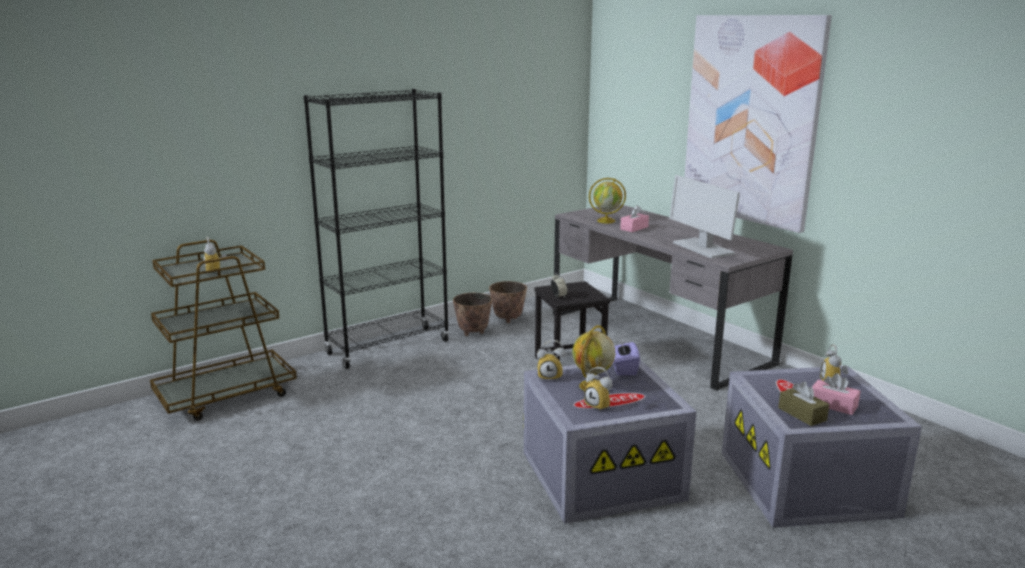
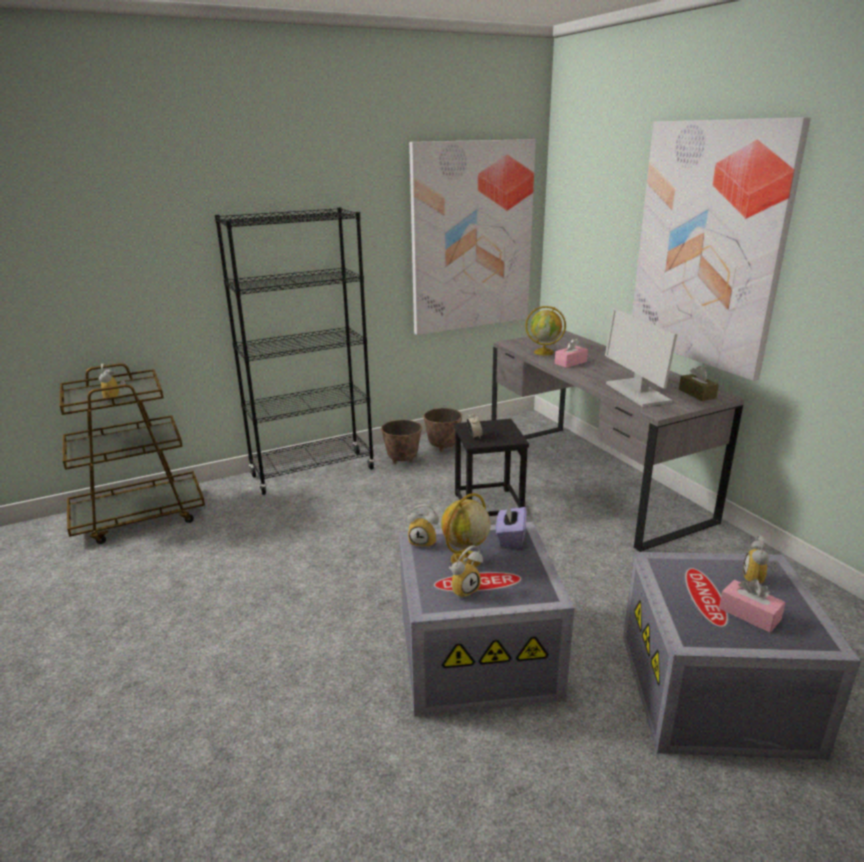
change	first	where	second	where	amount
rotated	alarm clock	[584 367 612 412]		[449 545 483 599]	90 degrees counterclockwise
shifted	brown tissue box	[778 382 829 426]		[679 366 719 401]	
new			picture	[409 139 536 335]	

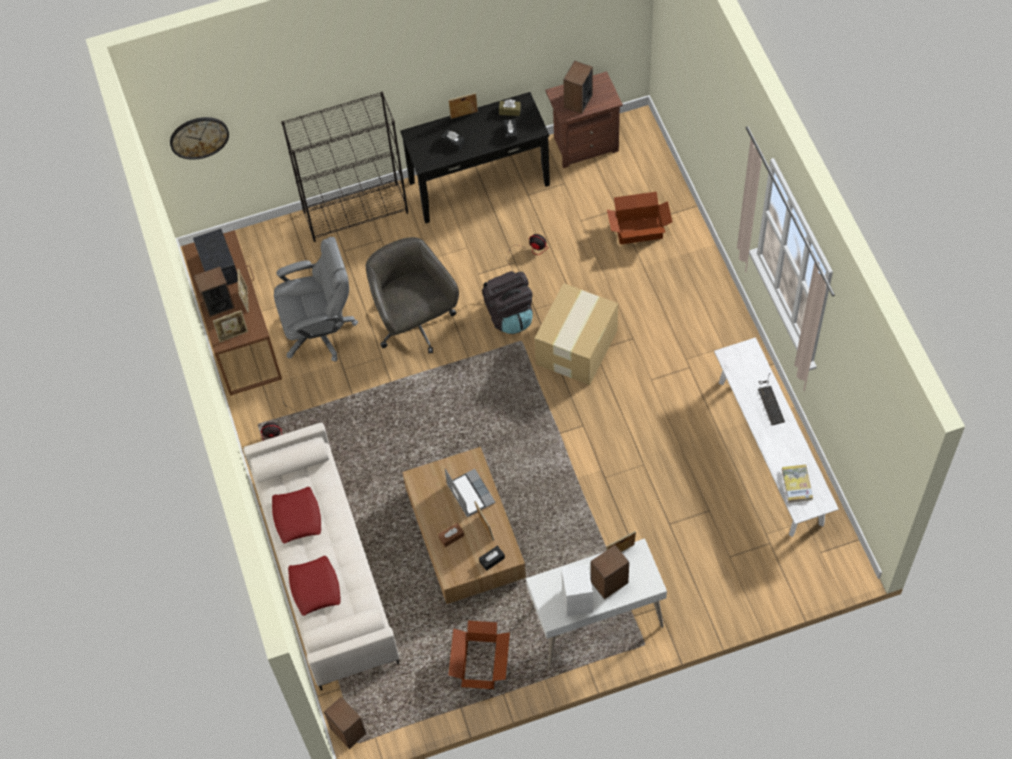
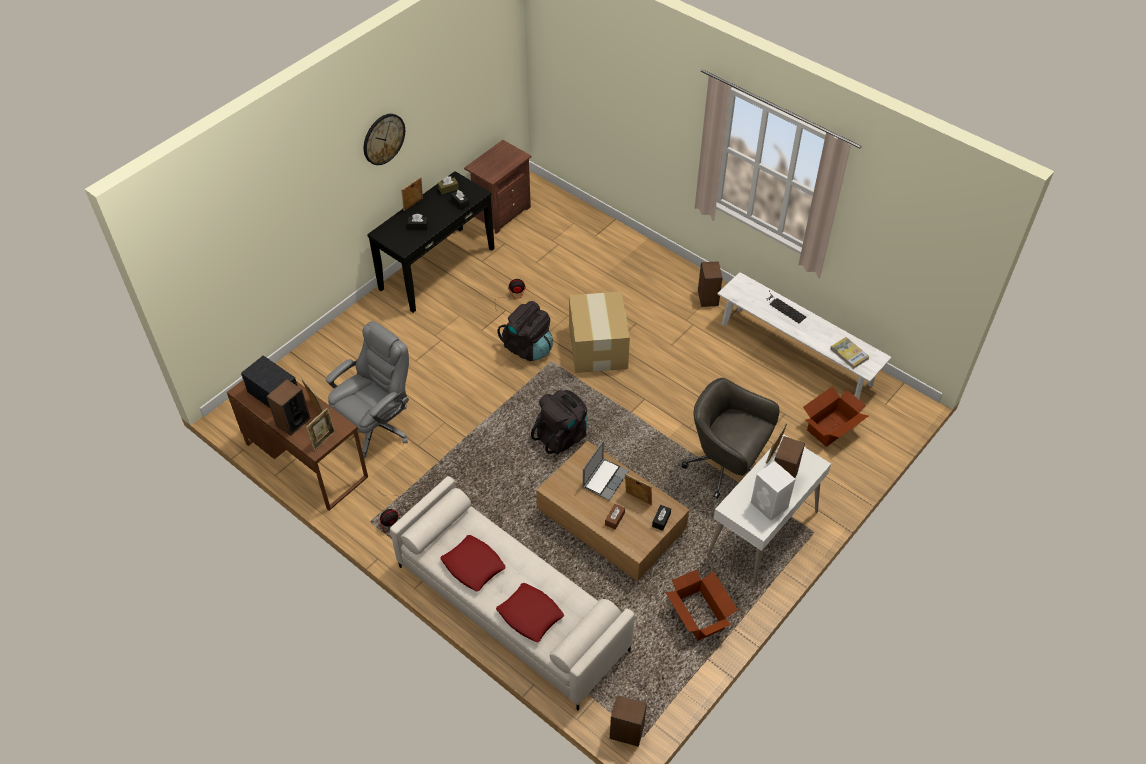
change	first	where	second	where	amount
shifted	wall clock	[170 117 229 160]		[364 114 405 165]	
gone	black bookcase	[281 92 408 242]			
shifted	grey office chair	[366 237 459 354]		[681 378 780 499]	
rotated	laptop	[445 469 496 517]		[582 440 629 500]	90 degrees clockwise
shifted	speaker	[563 60 593 114]		[698 261 723 307]	
shifted	cardboard box	[607 192 672 245]		[803 386 868 447]	
new			black backpack	[531 390 588 455]	

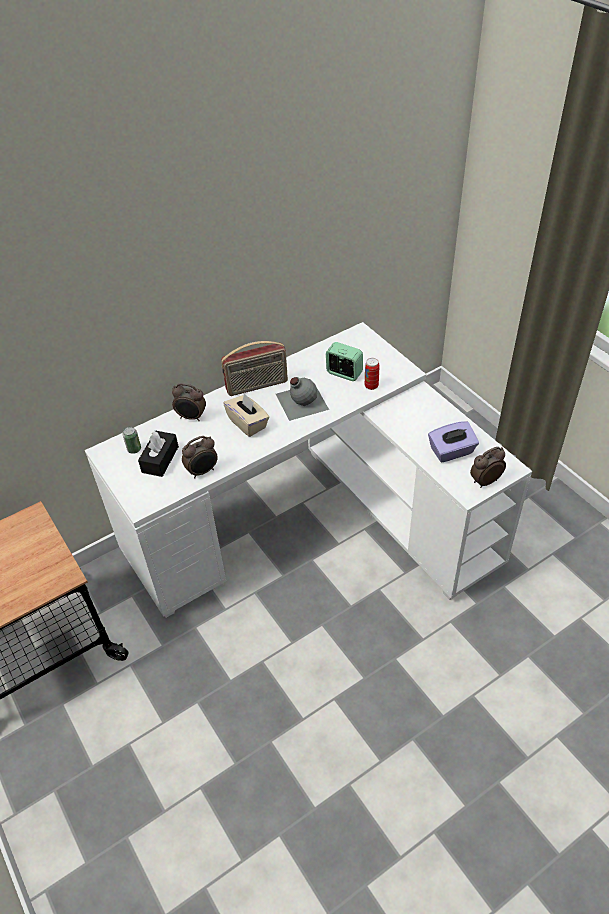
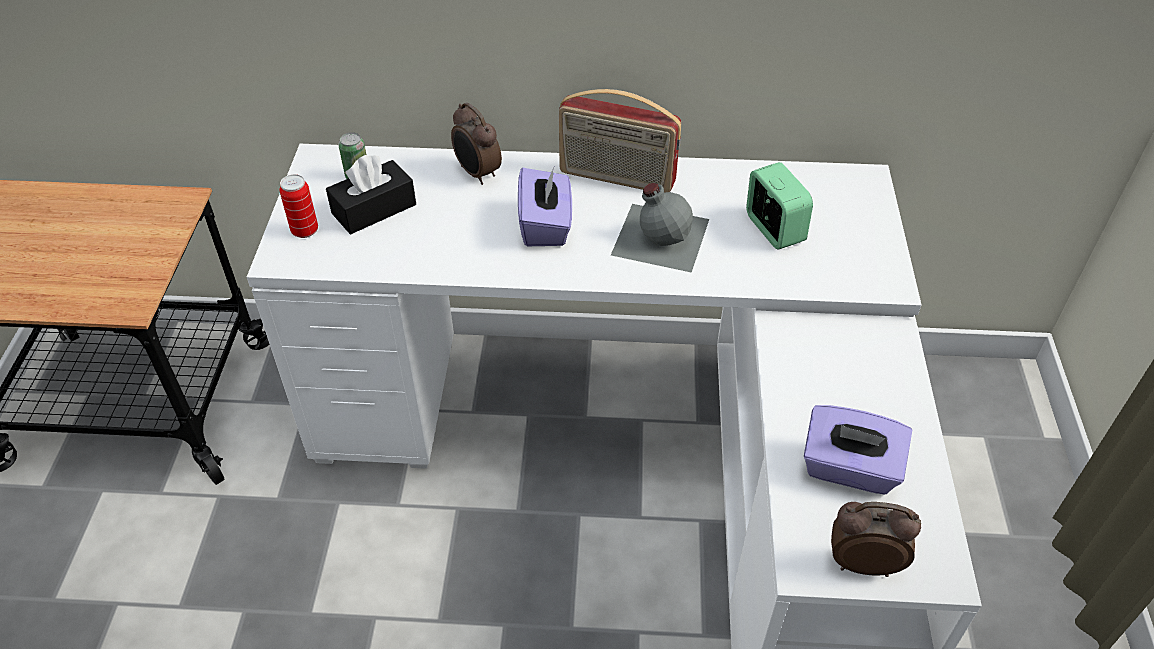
change	first	where	second	where	amount
gone	alarm clock	[182 436 218 479]			
repainted	beige tissue box	[223 393 269 437]	purple tissue box	[518 168 572 246]	
shifted	can	[365 358 380 390]		[279 174 318 238]	

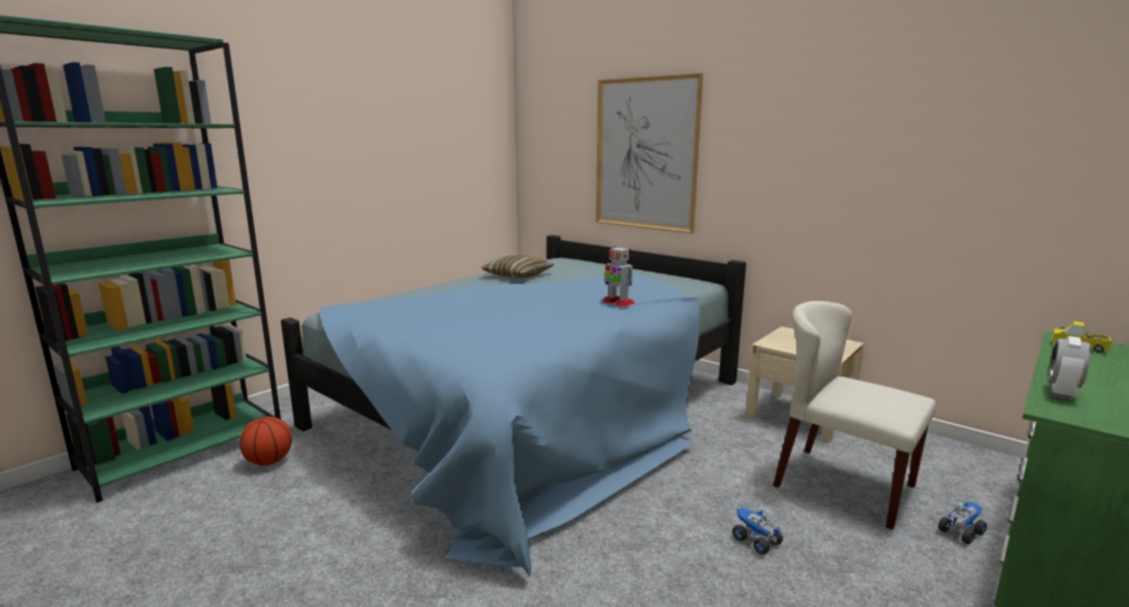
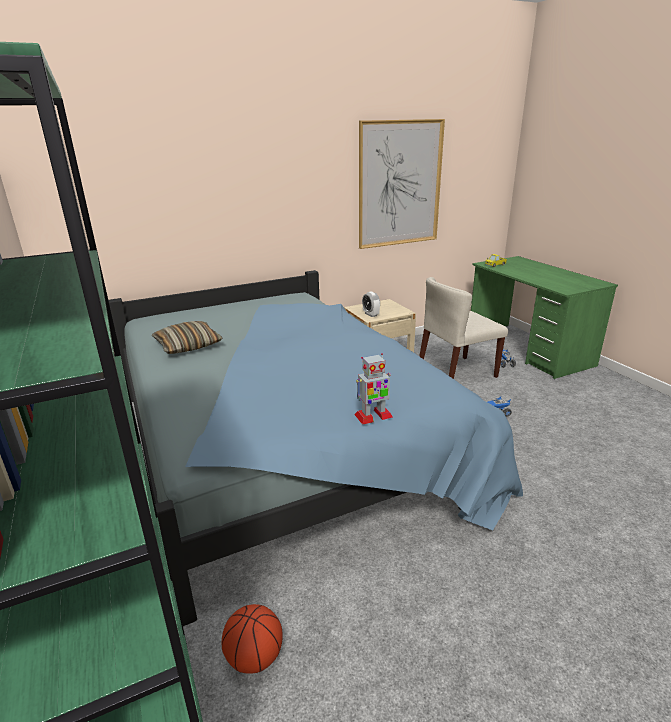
change	first	where	second	where	amount
shifted	picture	[596 73 703 233]		[359 119 445 249]	
shifted	toy robot	[602 246 635 307]		[354 353 393 425]	
shifted	alarm clock	[1049 336 1091 401]		[362 291 380 317]	

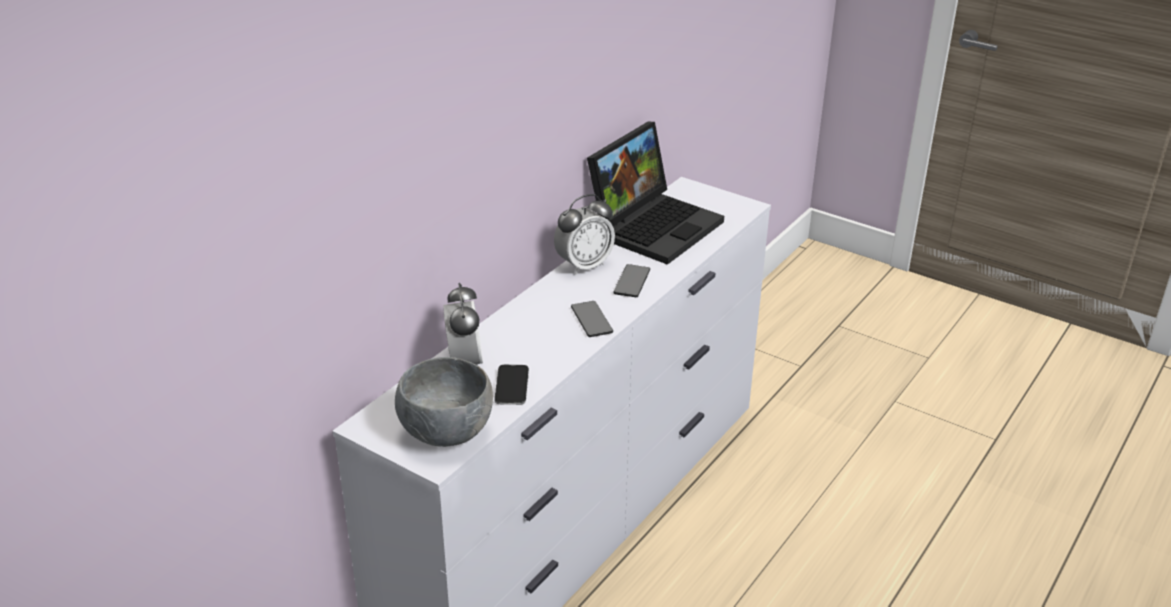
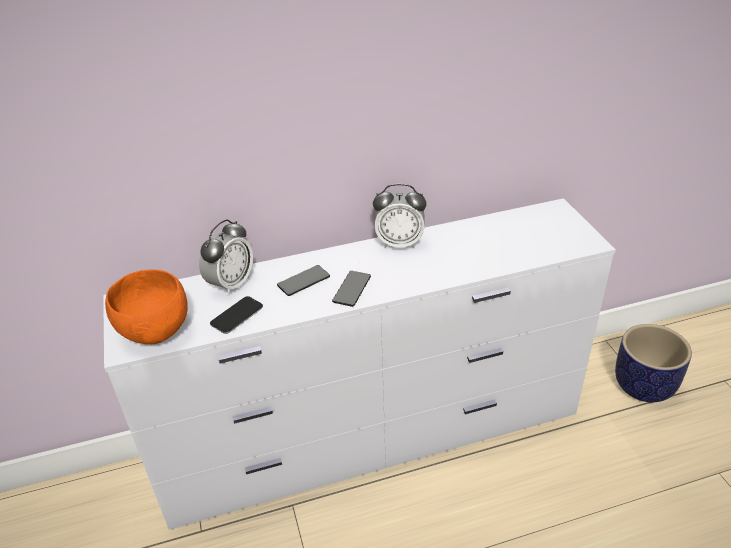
change	first	where	second	where	amount
repainted	grey bowl	[395 357 493 447]	orange bowl	[105 270 188 344]	
gone	laptop	[587 122 724 265]			
shifted	phone	[613 264 650 297]		[277 265 330 296]	
new			planter	[615 324 692 402]	

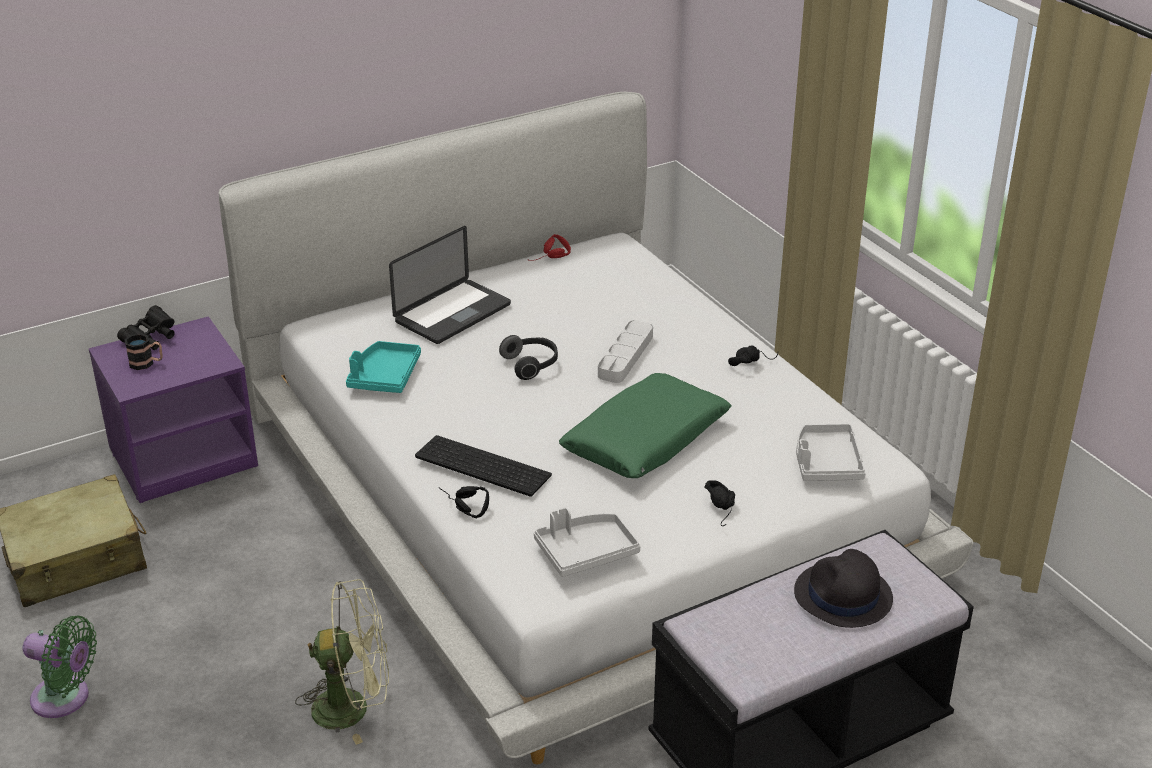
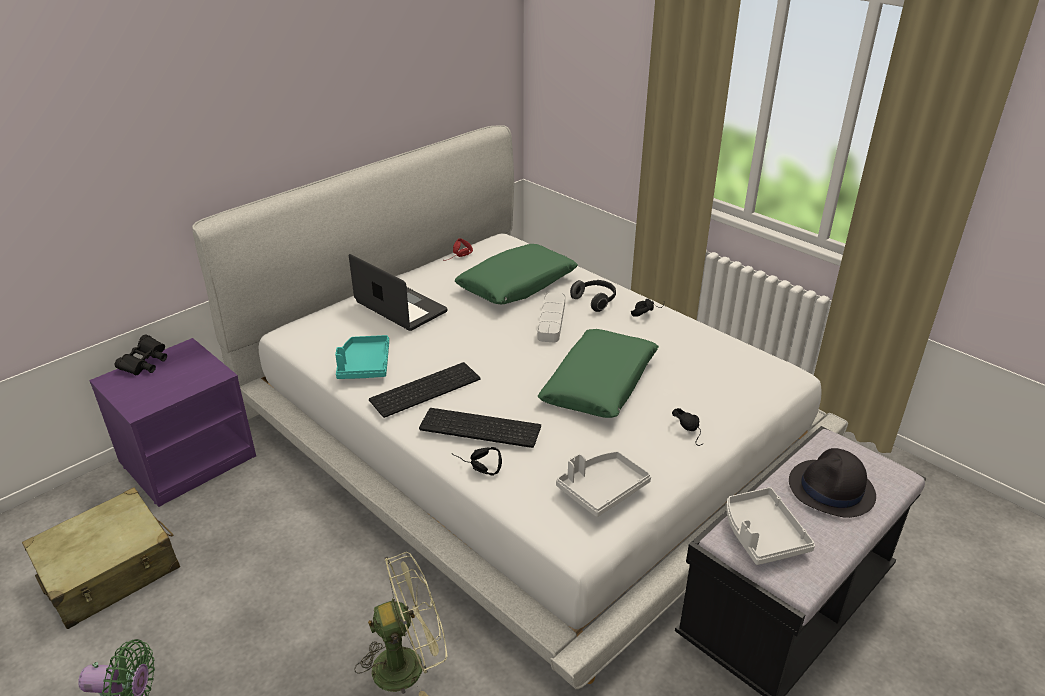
change	first	where	second	where	amount
gone	mug	[125 333 163 370]			
rotated	laptop	[389 226 511 344]		[349 254 447 331]	75 degrees counterclockwise
shifted	headphones	[499 335 558 380]		[570 280 616 312]	
shifted	grey tray	[796 424 866 481]		[726 487 815 565]	
new			keyboard	[369 362 480 418]	
new			green pillow	[455 244 578 304]	

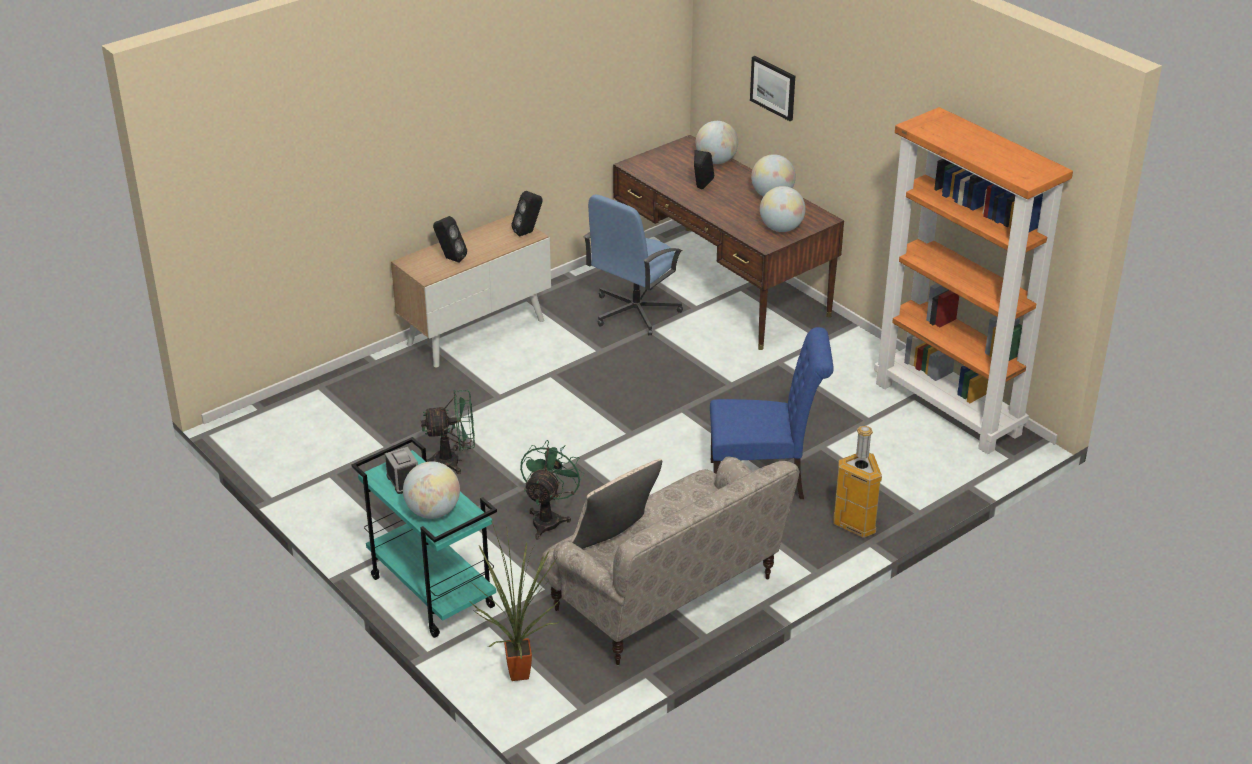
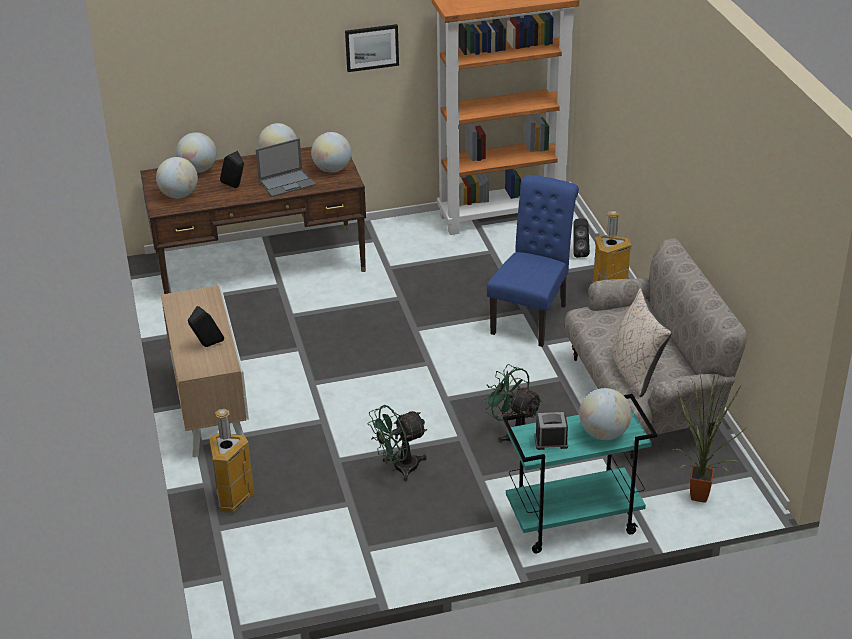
change	first	where	second	where	amount
rotated	green fan	[421 390 475 474]		[368 405 427 481]	135 degrees counterclockwise
shifted	black speaker	[511 191 542 237]		[573 218 590 258]	
gone	blue office chair	[584 194 683 335]			
shifted	picture	[750 56 795 121]		[345 24 399 72]	
new			globe	[156 157 198 198]	
new			trash can	[209 409 254 513]	
new			laptop	[256 138 316 197]	

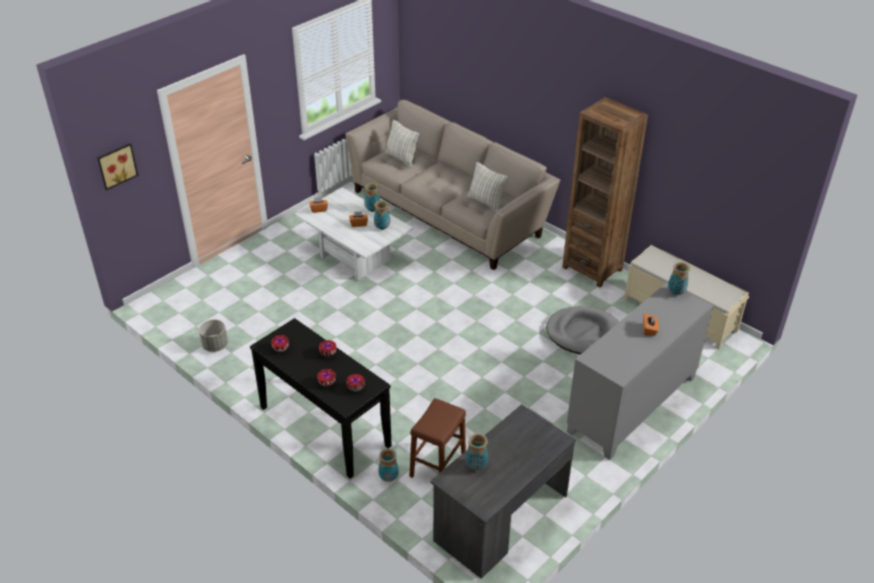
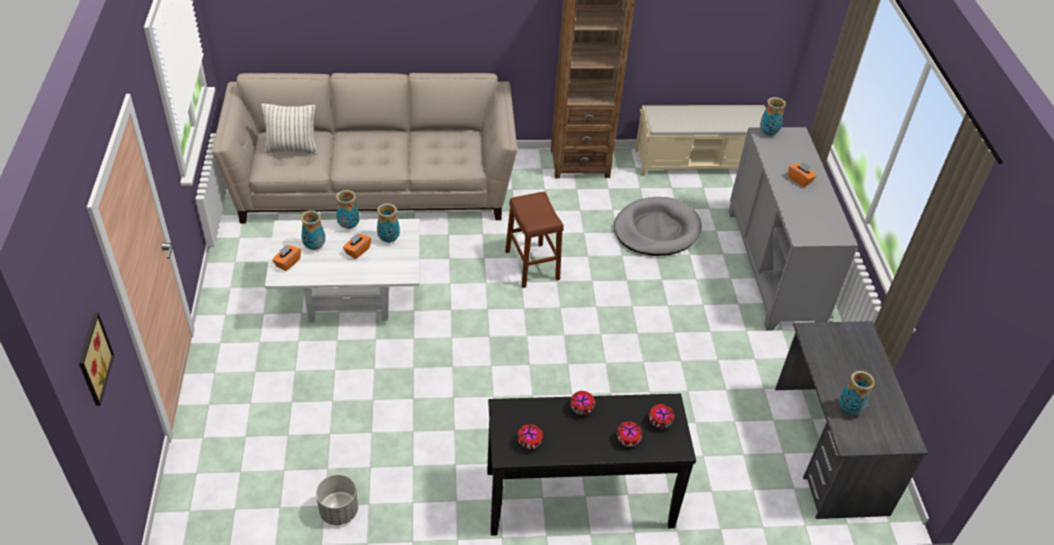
change	first	where	second	where	amount
shifted	vase	[378 449 399 482]		[301 210 325 250]	
shifted	brown stool	[409 398 466 478]		[505 192 564 288]	
gone	pillow	[467 162 508 212]			

